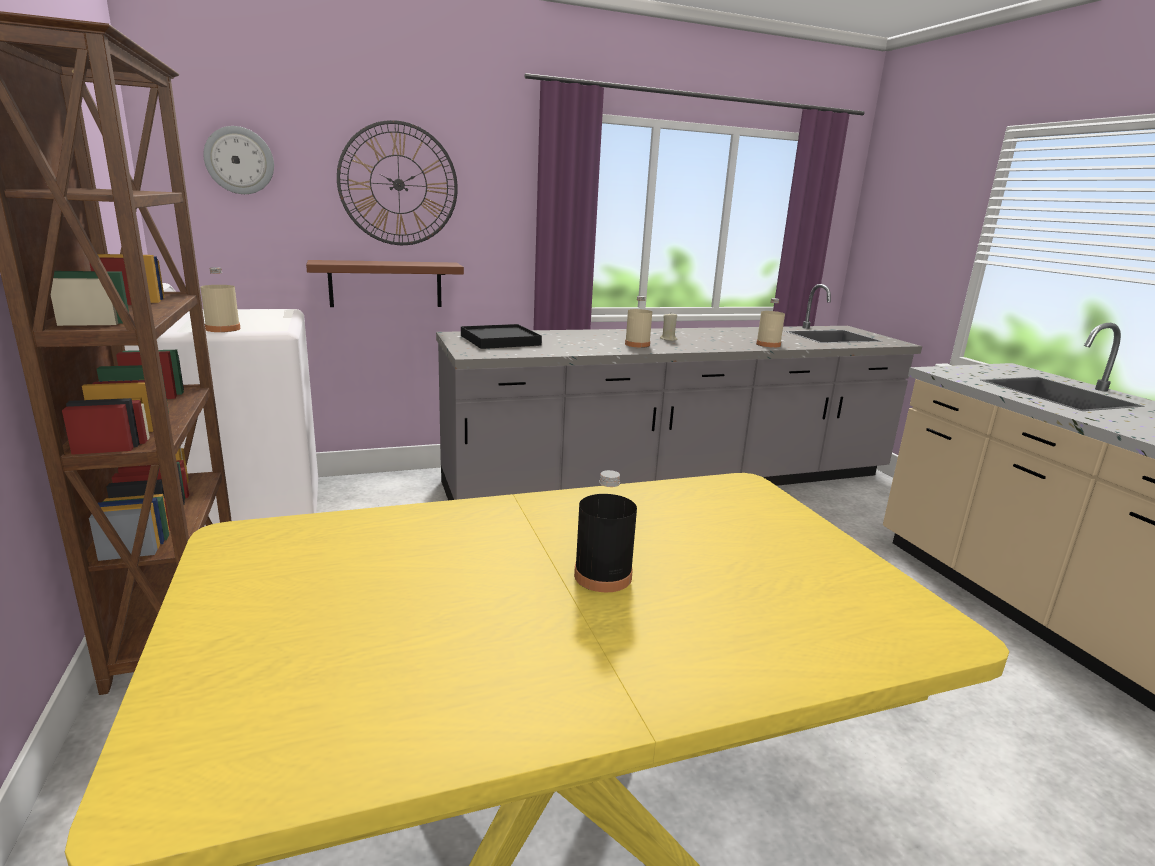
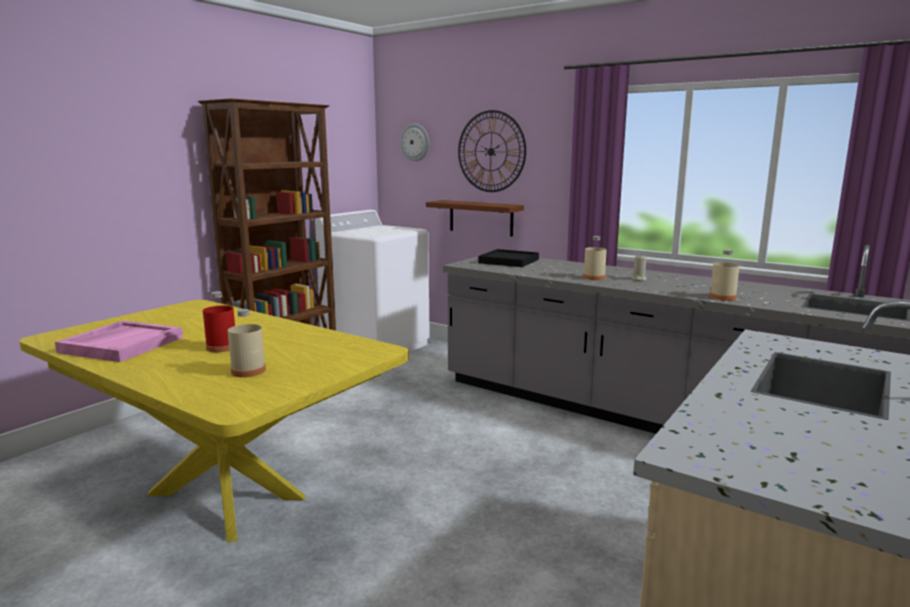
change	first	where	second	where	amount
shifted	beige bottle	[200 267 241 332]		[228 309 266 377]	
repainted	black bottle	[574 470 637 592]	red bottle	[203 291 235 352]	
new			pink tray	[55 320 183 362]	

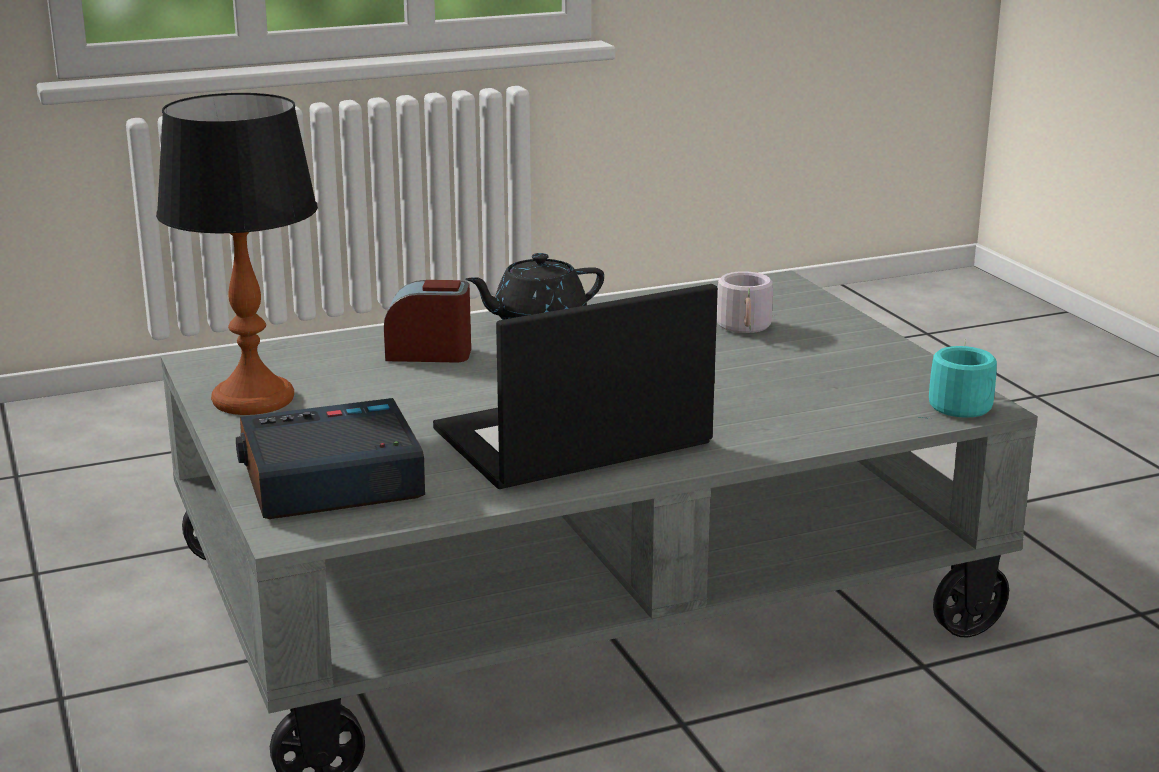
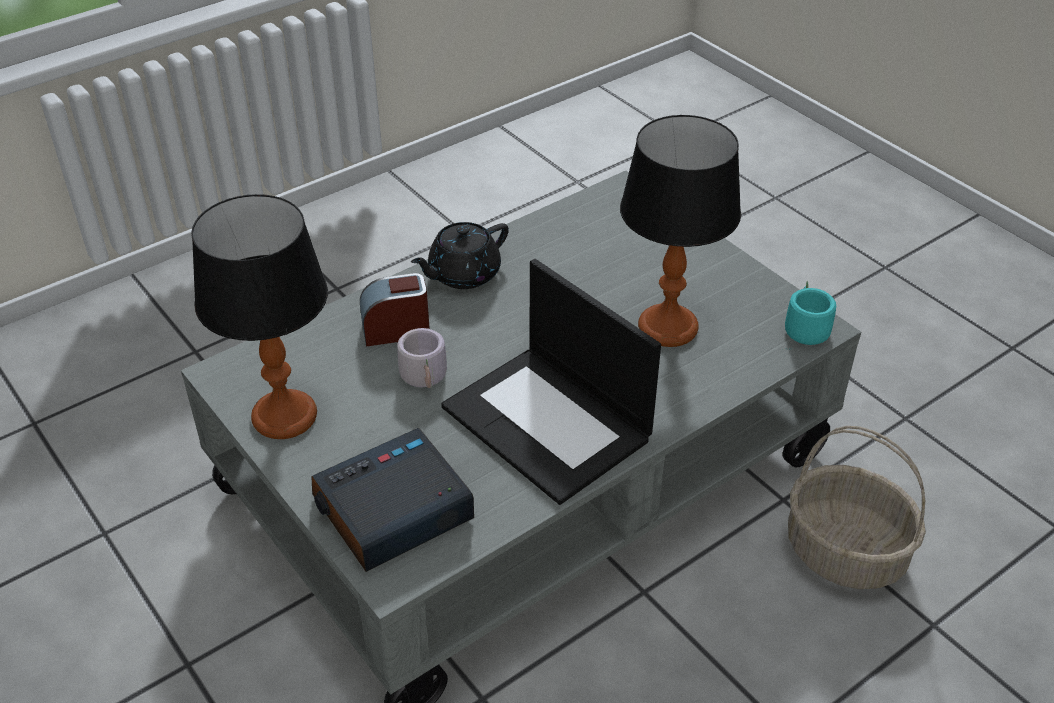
change	first	where	second	where	amount
rotated	laptop	[433 284 718 489]		[441 259 661 505]	90 degrees counterclockwise
shifted	grey mug	[717 271 776 333]		[397 328 447 389]	
new			table lamp	[620 115 741 347]	
new			basket	[788 426 926 589]	

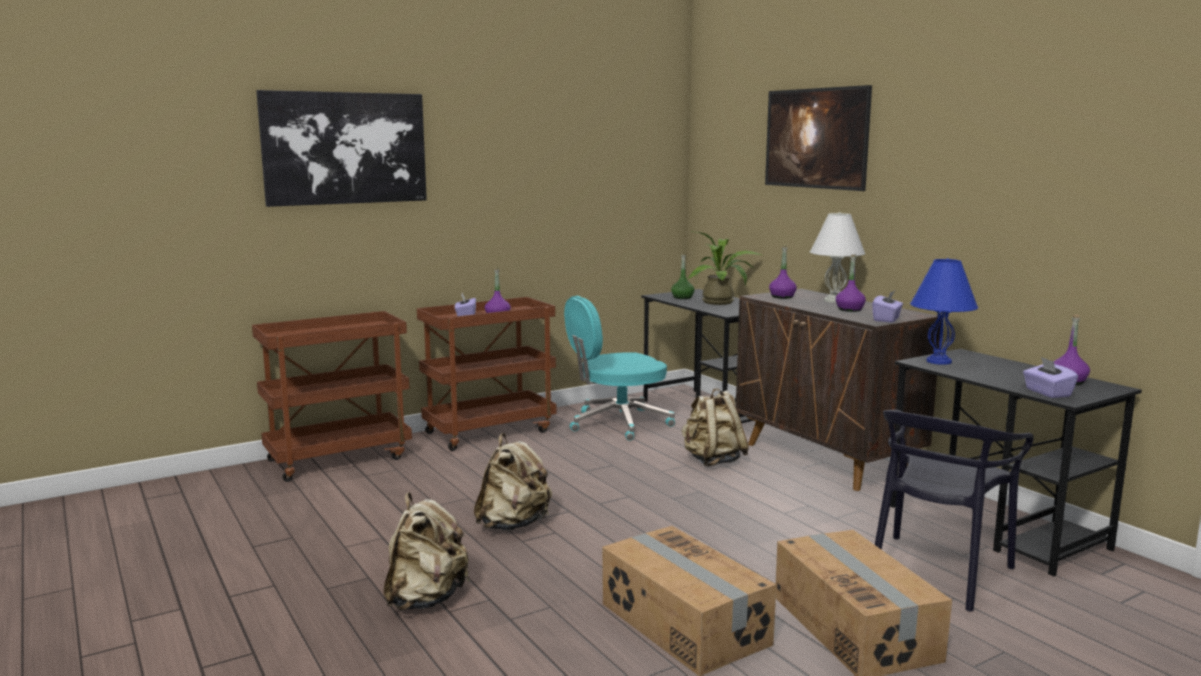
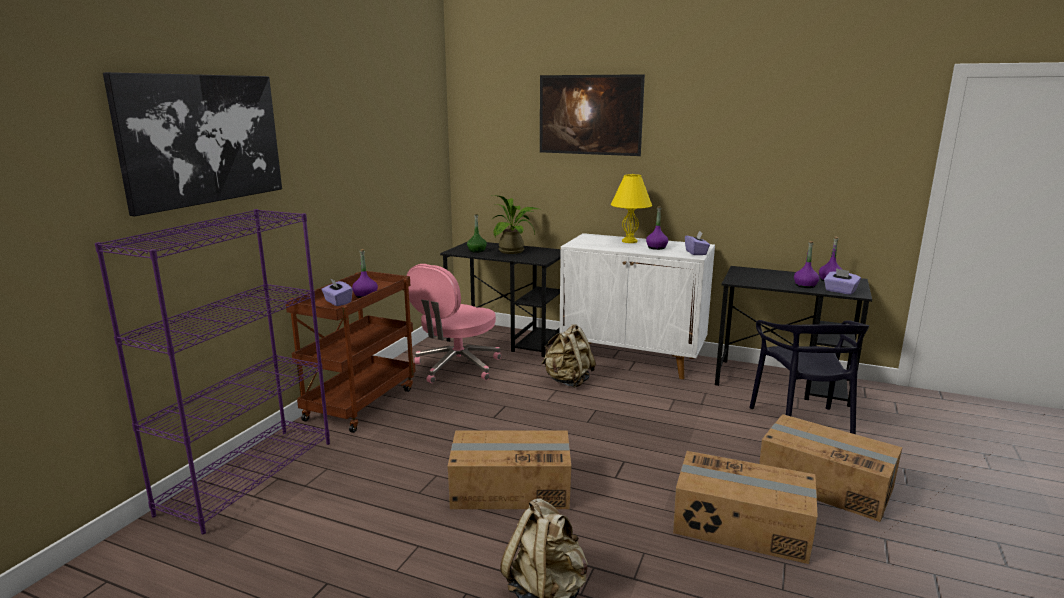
change	first	where	second	where	amount
swapped	brown cart	[252 311 412 482]	purple bookcase	[95 209 330 534]	
swapped	beige backpack	[474 433 552 531]	cardboard box	[448 430 571 509]	
repainted	turquoise office chair	[564 296 675 441]	pink office chair	[406 264 501 383]	
repainted	brown cabinet	[736 289 942 491]	white cabinet	[559 233 715 379]	
shifted	purple bottle	[769 245 797 299]		[794 241 819 288]	
repainted	white table lamp	[810 212 865 303]	yellow table lamp	[611 174 652 243]	
gone	blue table lamp	[910 258 978 365]			

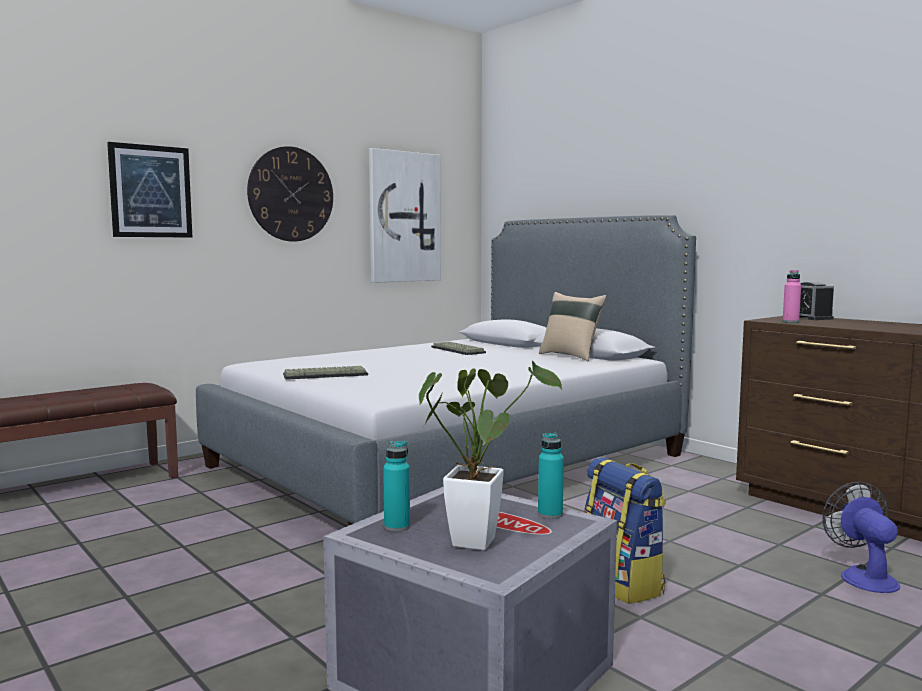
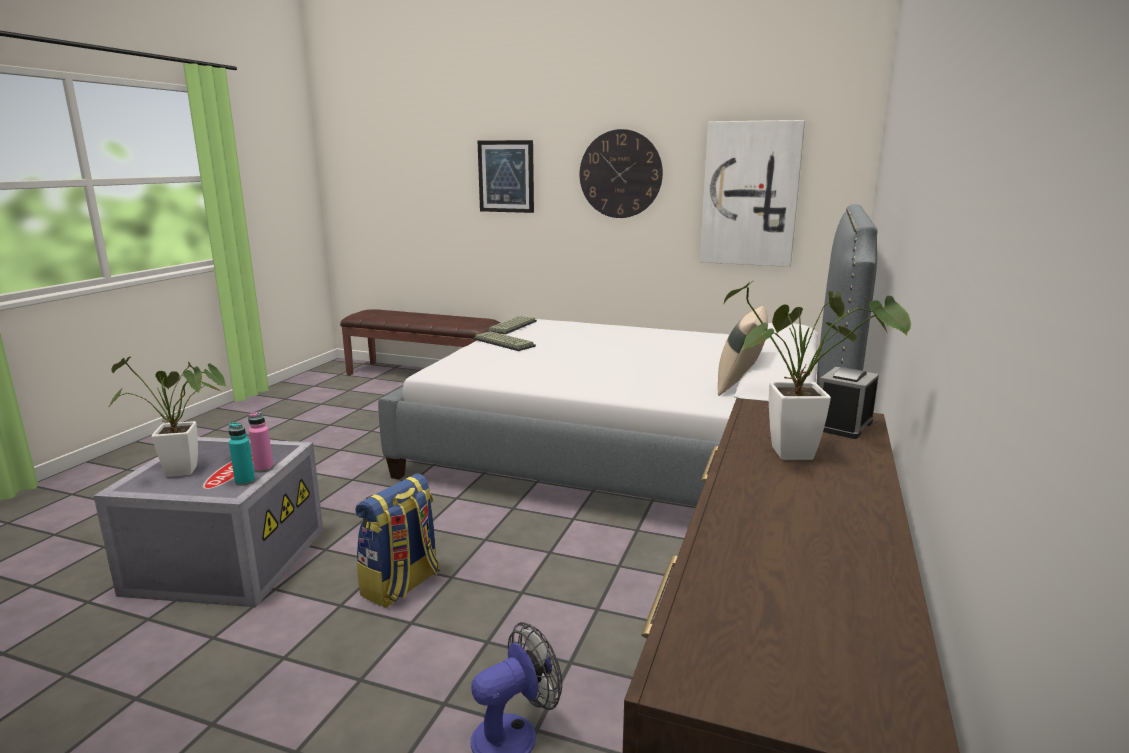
change	first	where	second	where	amount
gone	turquoise bottle	[383 441 410 531]			
shifted	keyboard	[431 342 486 355]		[487 316 537 334]	
shifted	pink bottle	[783 270 801 323]		[248 412 274 472]	
new			potted plant	[724 281 911 460]	

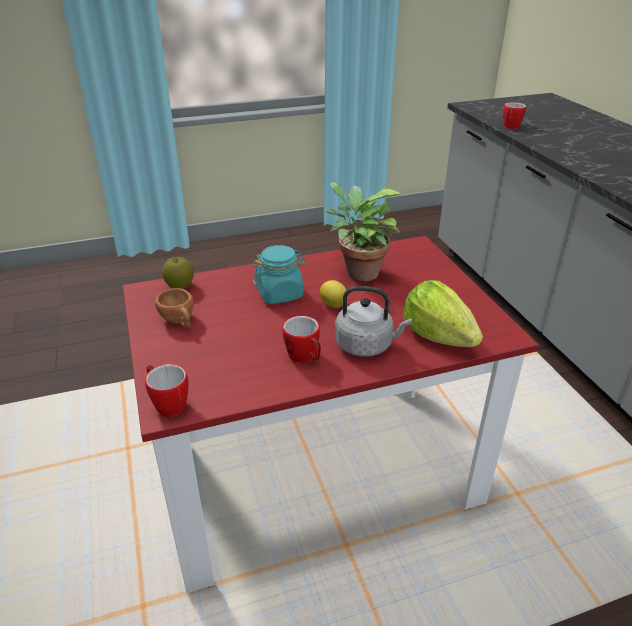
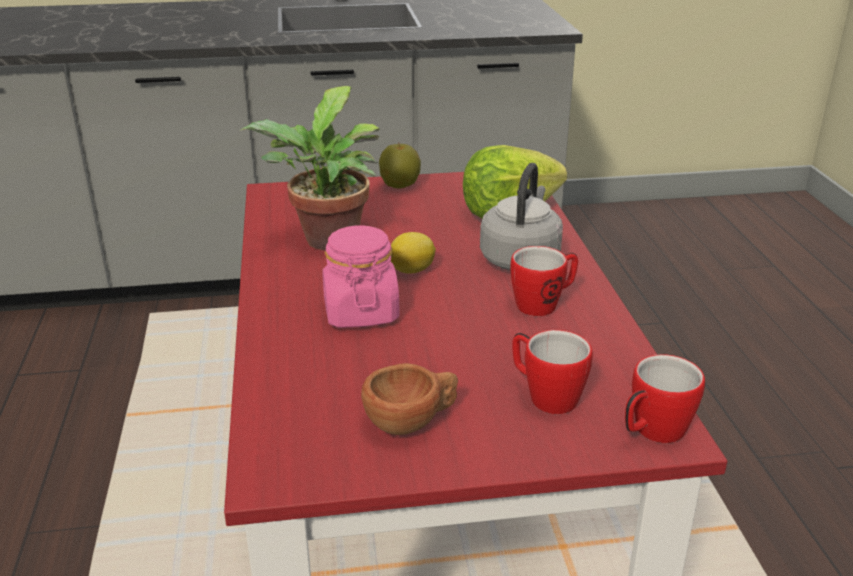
change	first	where	second	where	amount
shifted	apple	[161 257 194 289]		[379 142 421 188]	
repainted	turquoise jar	[253 245 306 304]	pink jar	[322 225 400 328]	
shifted	mug	[503 102 526 129]		[512 330 593 414]	

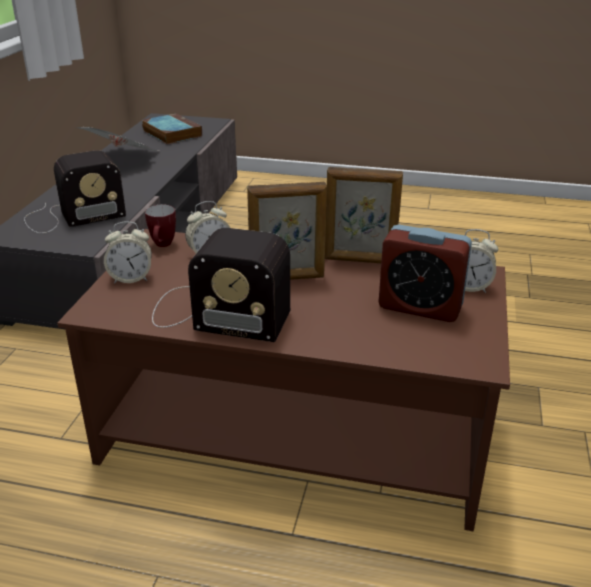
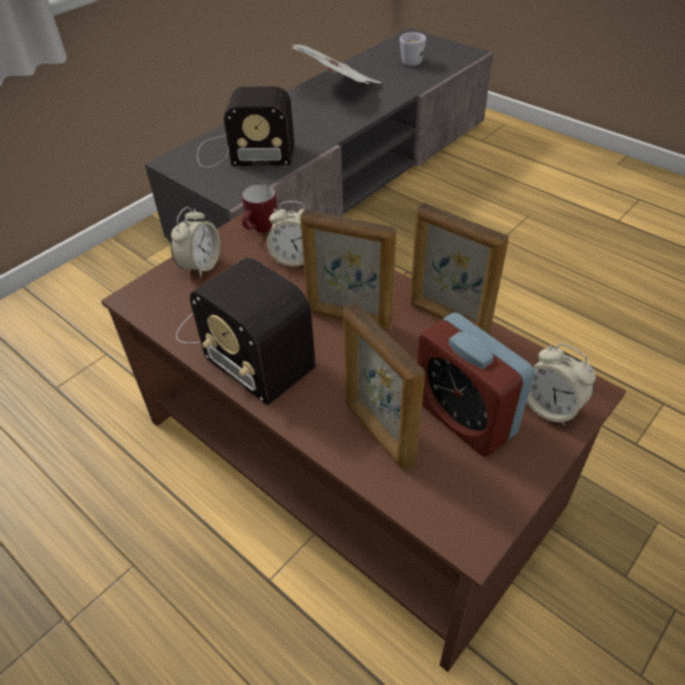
change	first	where	second	where	amount
rotated	alarm clock	[104 221 152 284]		[171 207 220 278]	90 degrees counterclockwise
swapped	book	[142 113 202 144]	white mug	[400 32 426 66]	
new			picture frame	[343 302 425 470]	

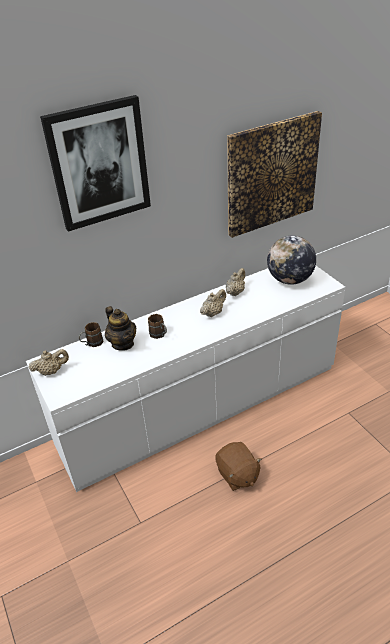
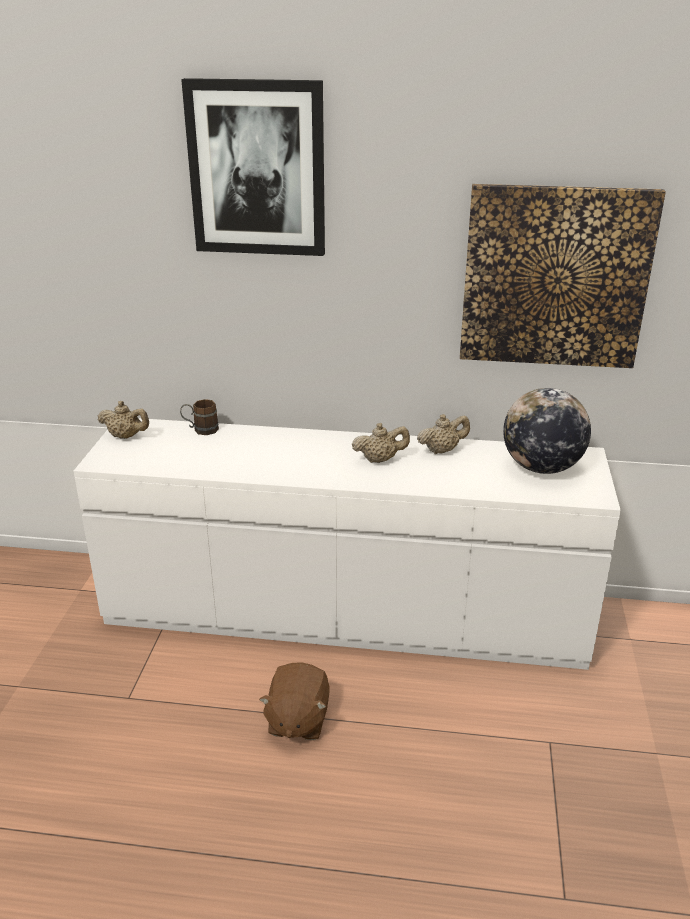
change	first	where	second	where	amount
gone	teapot	[105 306 136 351]			
gone	brown mug	[148 314 167 339]			

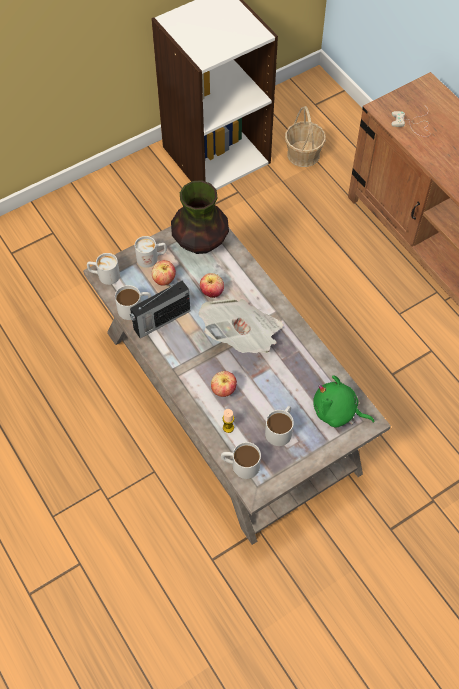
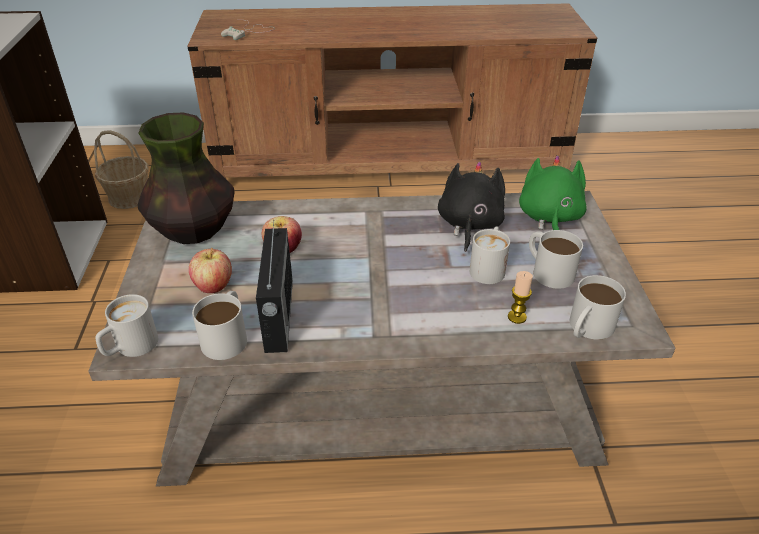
change	first	where	second	where	amount
shifted	white mug	[135 236 167 268]		[470 226 510 284]	
gone	newspaper	[199 299 283 353]			
gone	apple	[211 371 237 397]			
rotated	green plush toy	[313 375 375 427]		[519 155 587 230]	135 degrees clockwise
new			black plush toy	[438 162 505 252]	

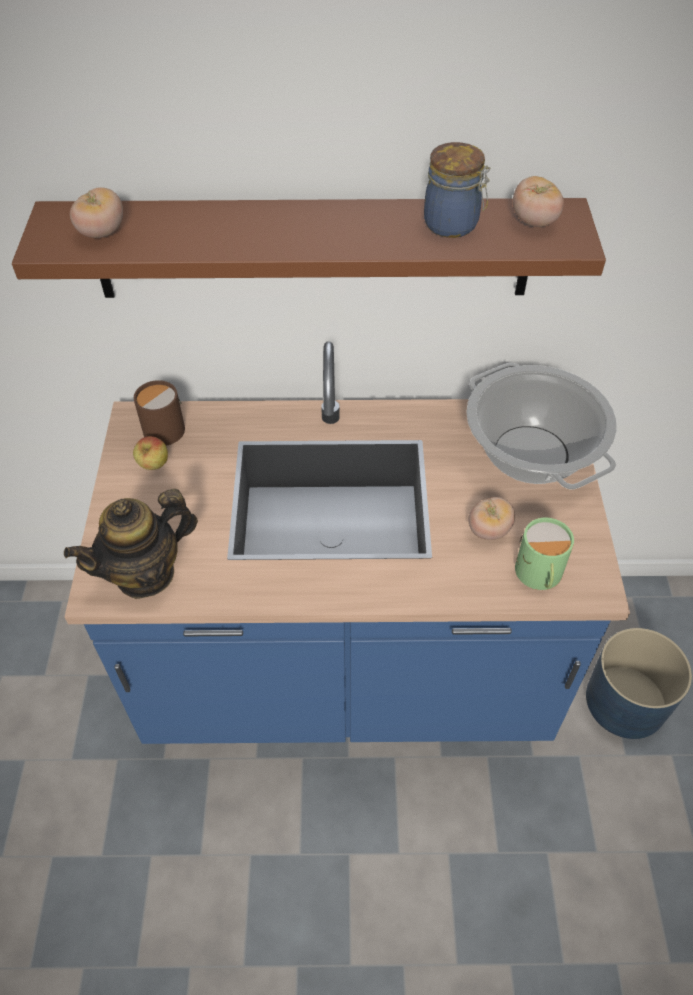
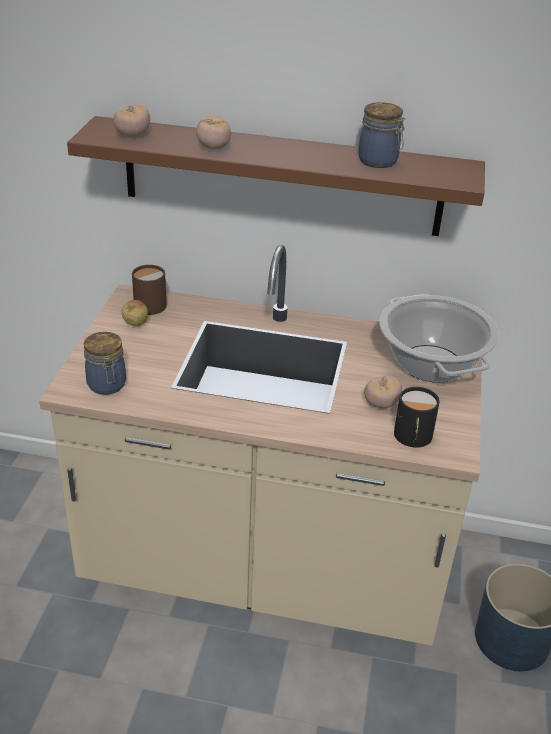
change	first	where	second	where	amount
swapped	teapot	[64 489 198 599]	jar	[84 332 126 395]	
repainted	blue counter	[65 342 630 744]	beige counter	[39 245 482 646]	
shifted	tomato	[513 176 564 227]		[196 115 231 150]	
repainted	green mug	[515 518 574 590]	black mug	[394 387 440 448]	

